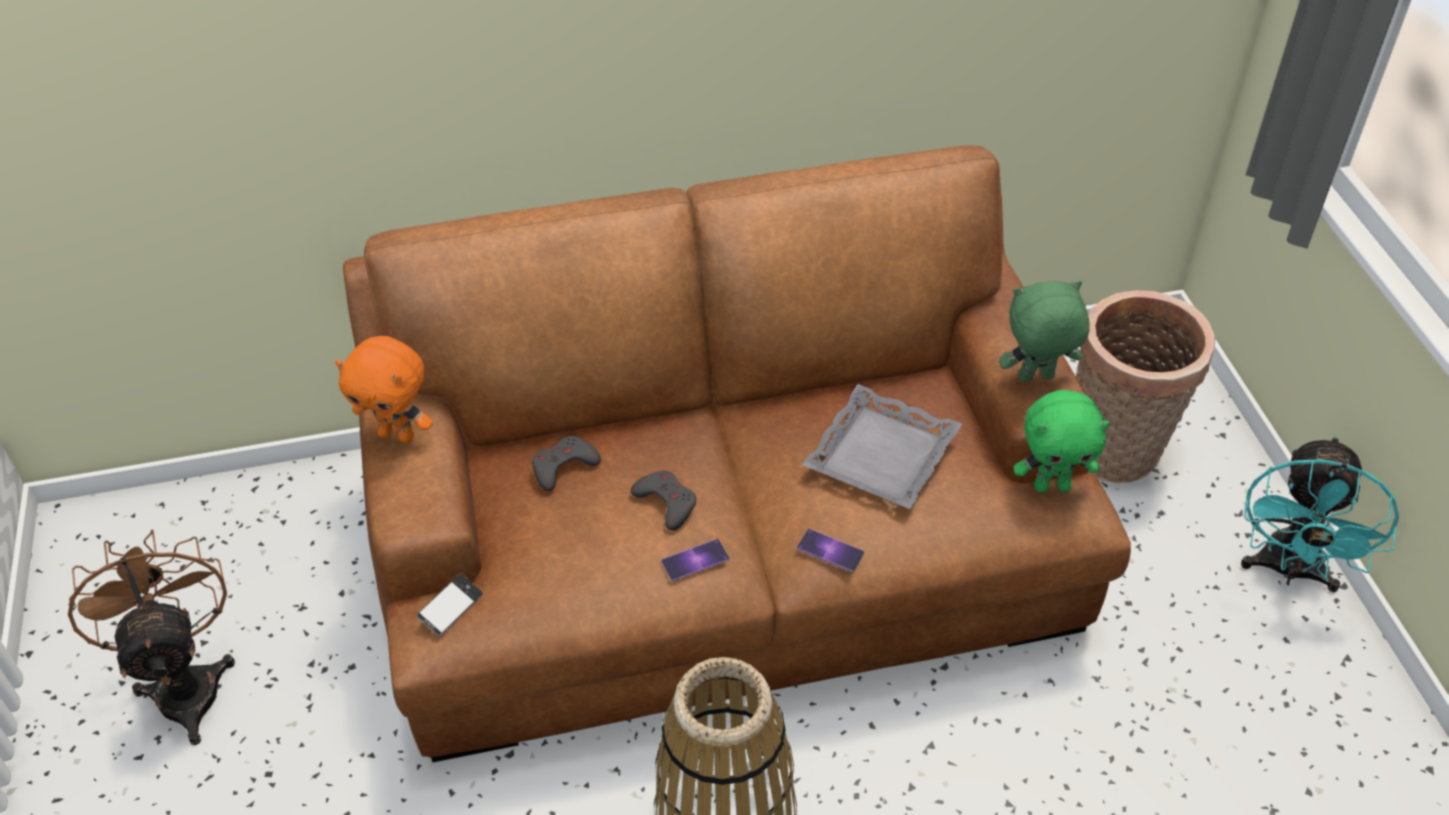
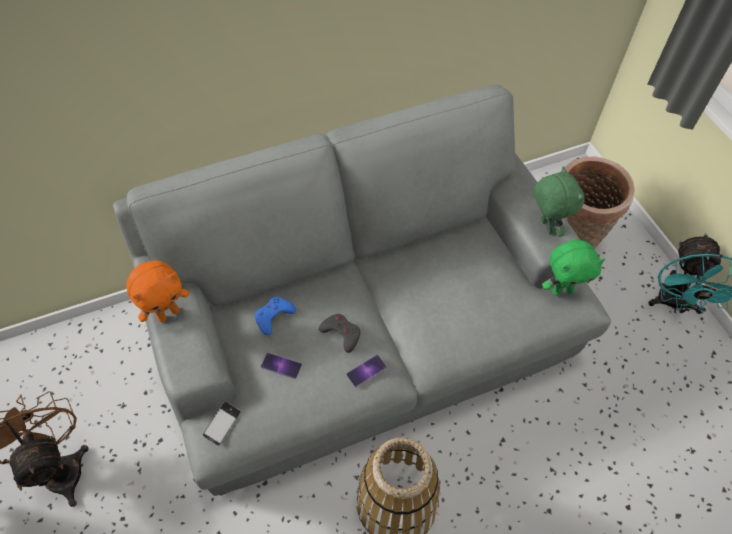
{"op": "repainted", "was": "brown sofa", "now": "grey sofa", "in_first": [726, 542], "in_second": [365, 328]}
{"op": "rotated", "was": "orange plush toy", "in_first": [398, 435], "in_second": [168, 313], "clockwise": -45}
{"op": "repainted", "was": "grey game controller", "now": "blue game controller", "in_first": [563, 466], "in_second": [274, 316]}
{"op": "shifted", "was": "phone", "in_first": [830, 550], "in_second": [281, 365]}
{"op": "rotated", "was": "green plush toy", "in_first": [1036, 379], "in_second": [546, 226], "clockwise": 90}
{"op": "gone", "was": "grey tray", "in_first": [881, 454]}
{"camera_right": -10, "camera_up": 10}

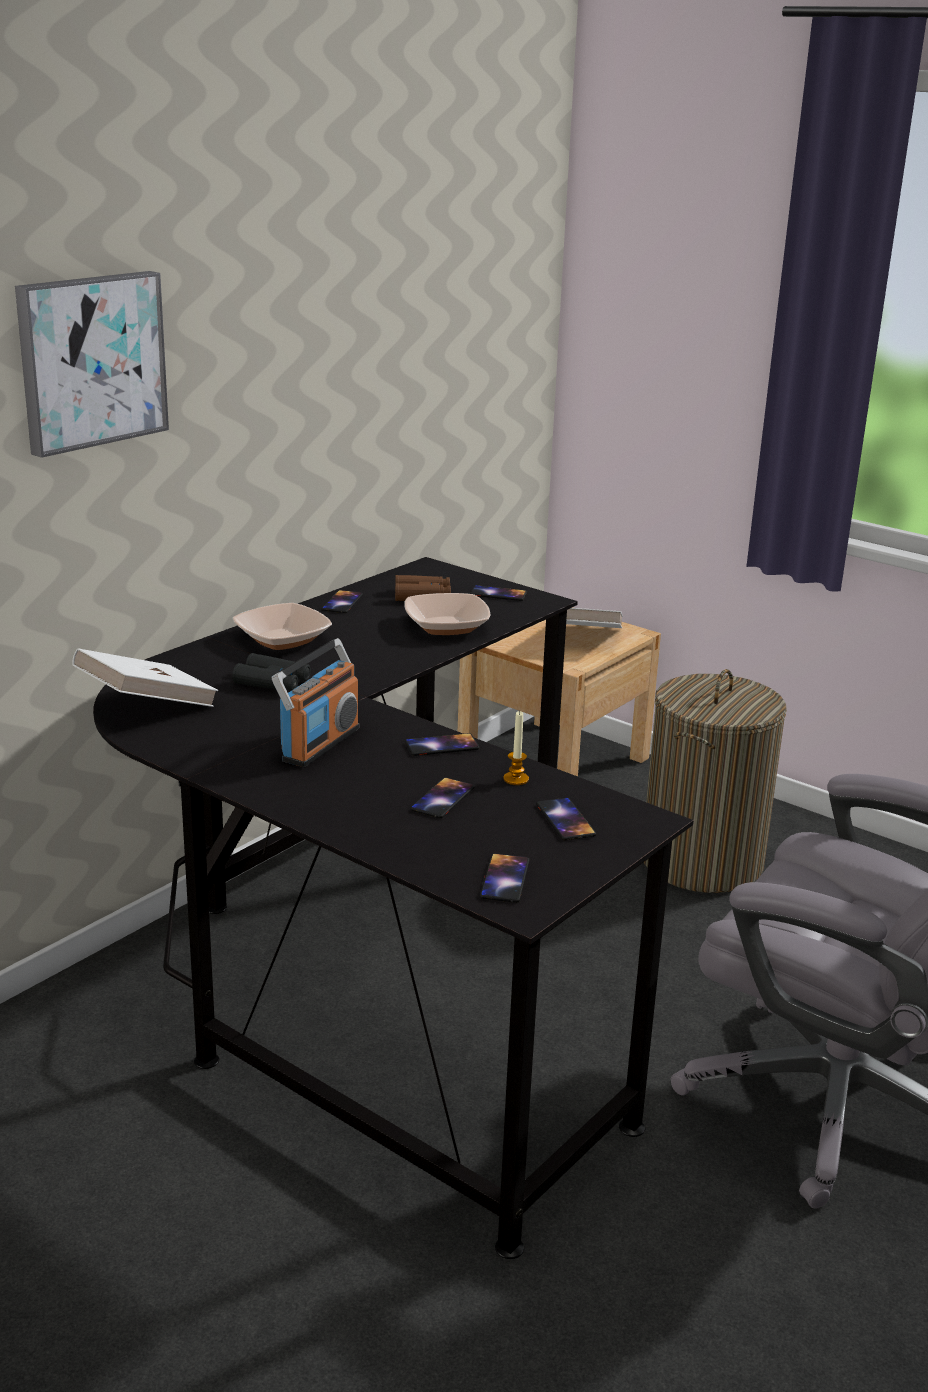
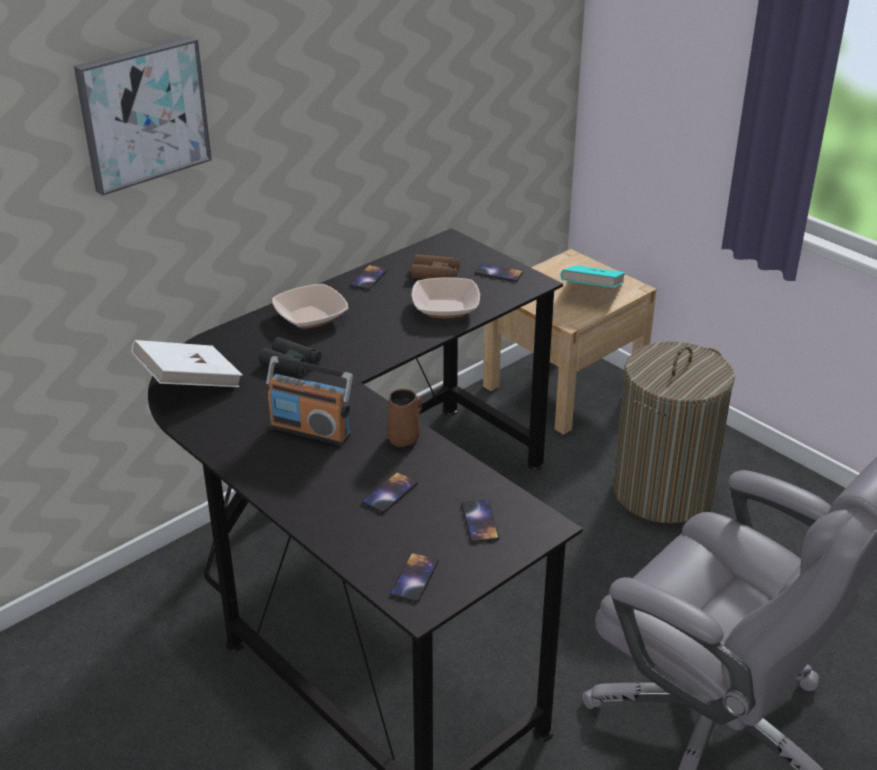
{"op": "rotated", "was": "radio", "in_first": [319, 744], "in_second": [310, 430], "clockwise": 75}
{"op": "swapped", "was": "phone", "now": "brown mug", "in_first": [441, 745], "in_second": [405, 437]}
{"op": "repainted", "was": "white book", "now": "turquoise book", "in_first": [587, 638], "in_second": [591, 292]}
{"op": "gone", "was": "candle", "in_first": [516, 779]}
{"camera_right": 10, "camera_up": 10}

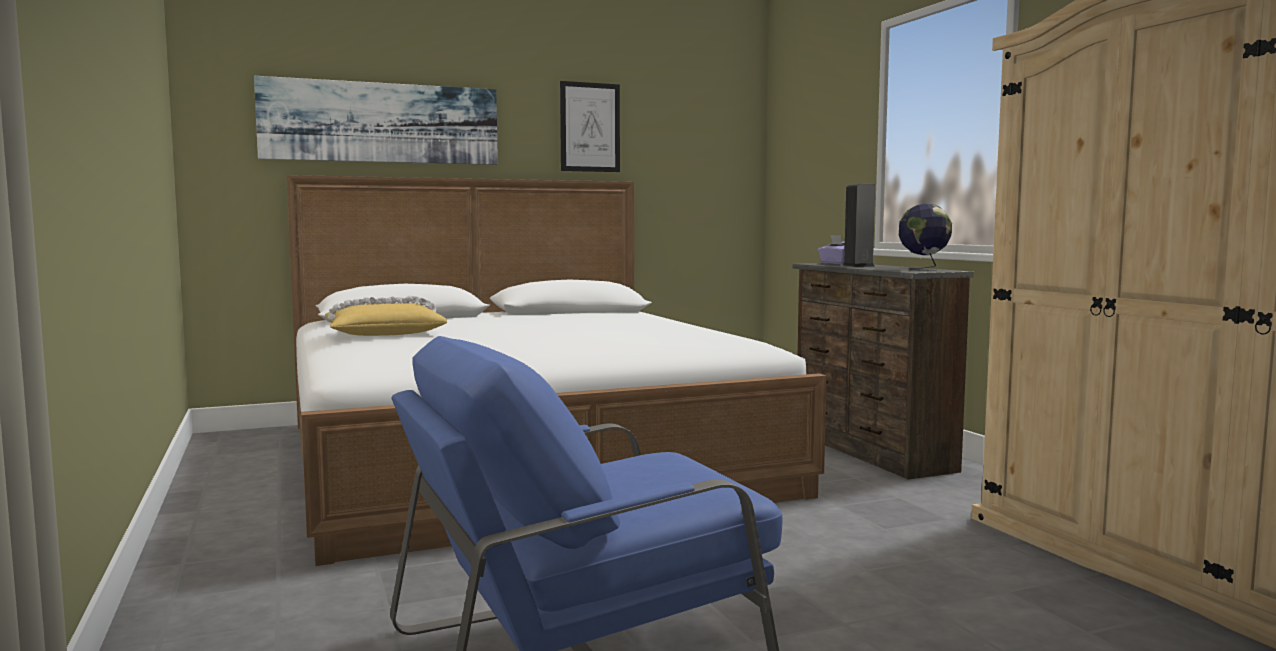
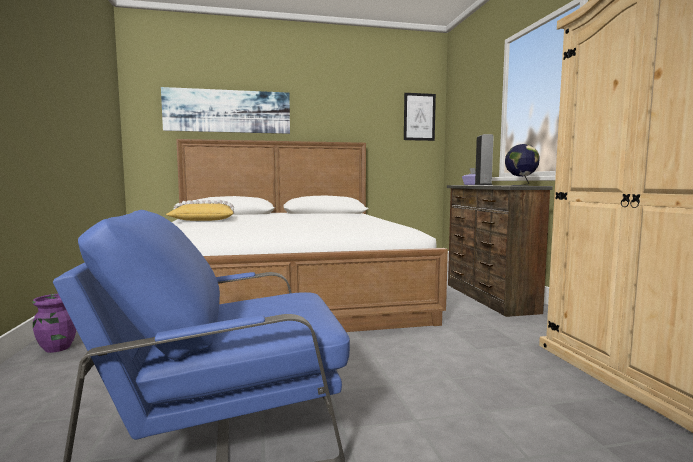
{"op": "new", "now": "purple vase", "in_second": [57, 348]}
{"op": "shifted", "was": "picture", "in_first": [590, 127], "in_second": [419, 117]}
{"camera_right": 10, "camera_up": 0}

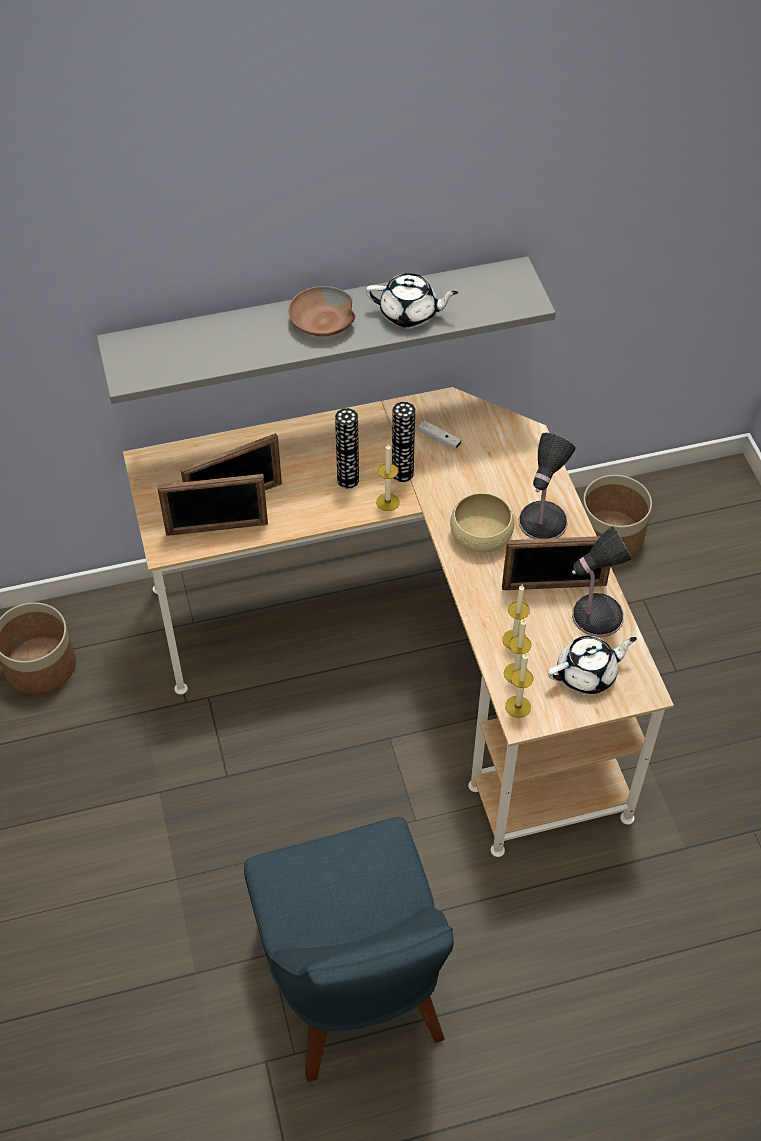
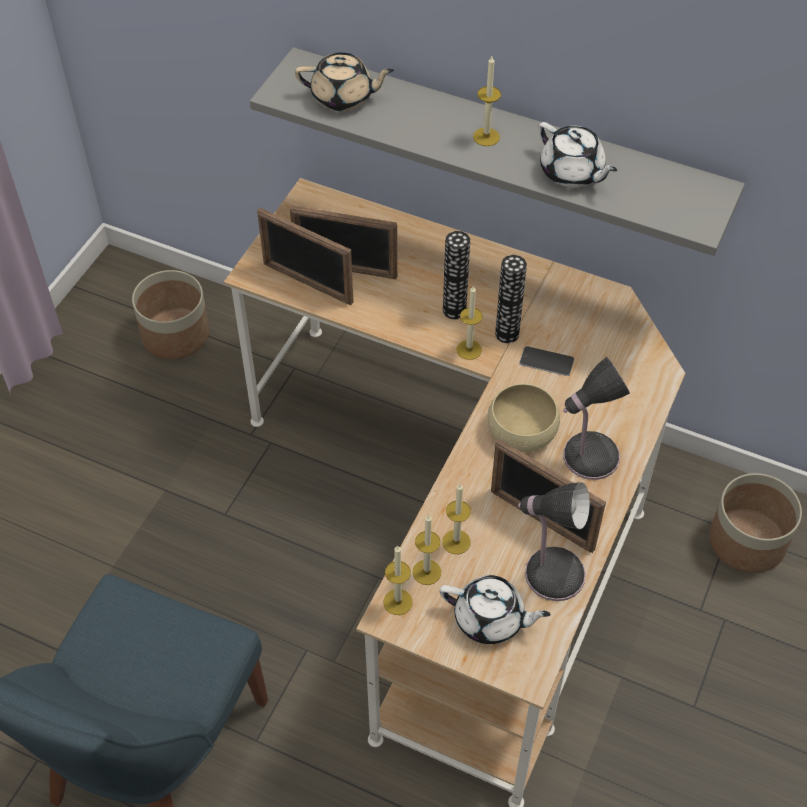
{"op": "new", "now": "beige teapot", "in_second": [343, 97]}
{"op": "swapped", "was": "brown bowl", "now": "candle", "in_first": [322, 322], "in_second": [486, 137]}
{"op": "new", "now": "phone", "in_second": [546, 361]}
{"op": "gone", "was": "white game controller", "in_first": [439, 439]}
{"camera_right": 40, "camera_up": 0}

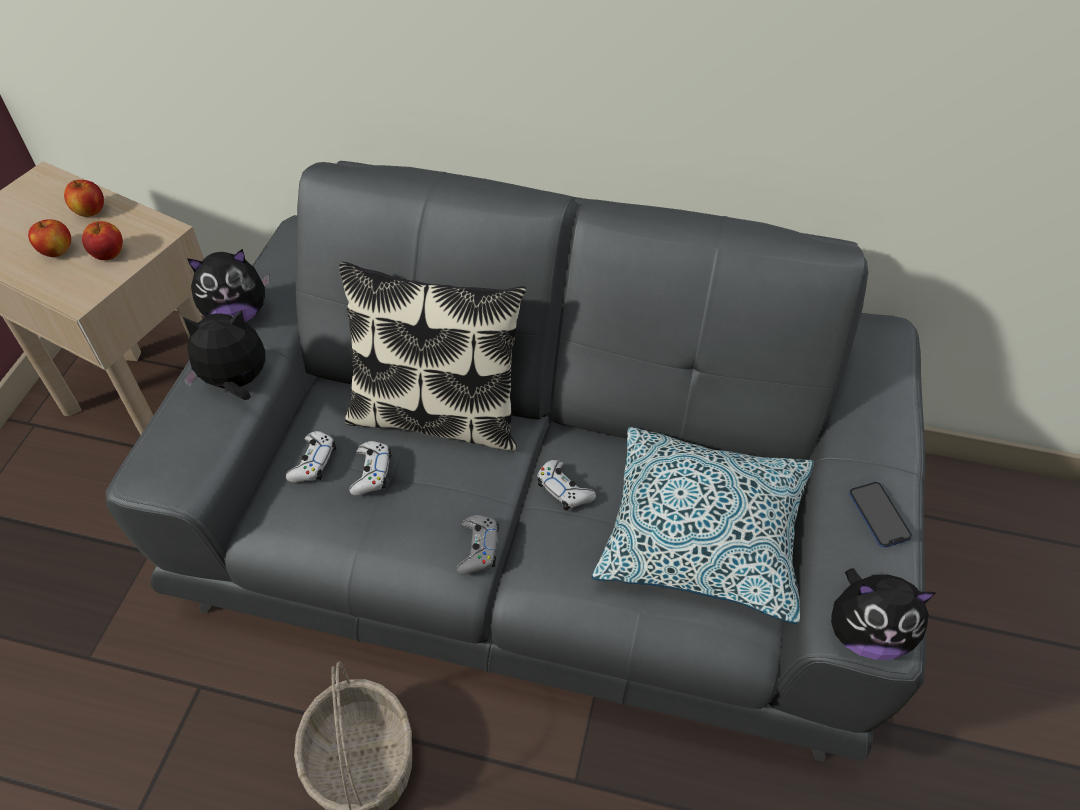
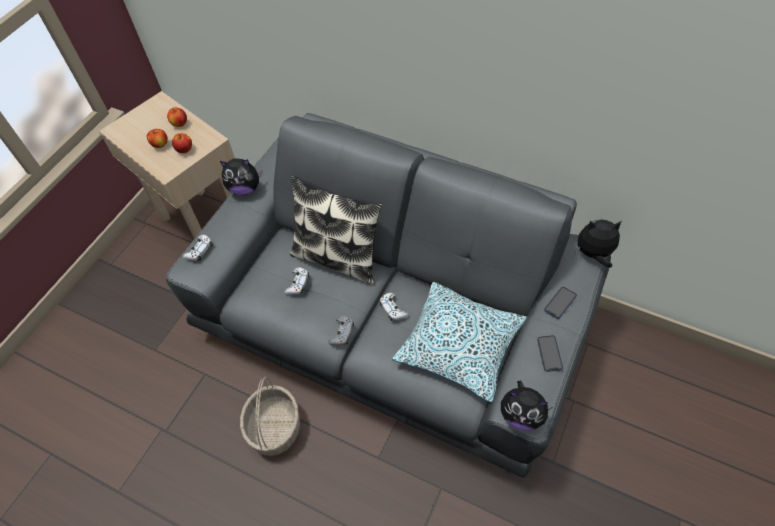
{"op": "shifted", "was": "white game controller", "in_first": [313, 462], "in_second": [199, 250]}
{"op": "new", "now": "phone", "in_second": [560, 303]}
{"op": "shifted", "was": "plush toy", "in_first": [236, 383], "in_second": [593, 254]}
{"camera_right": 15, "camera_up": 5}

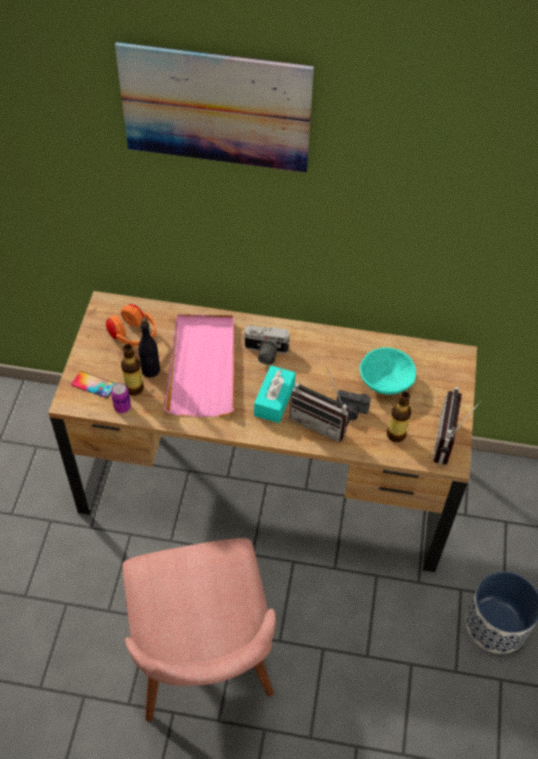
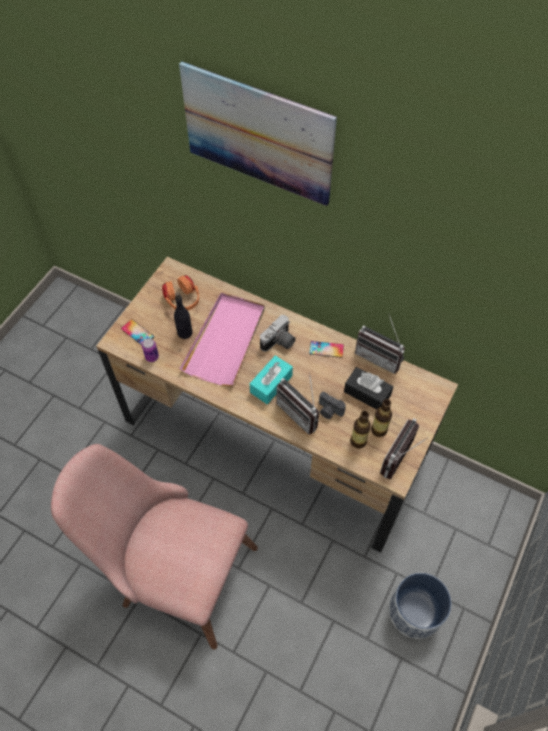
{"op": "rotated", "was": "pink chair", "in_first": [204, 668], "in_second": [173, 571], "clockwise": 105}
{"op": "rotated", "was": "photo camera", "in_first": [265, 353], "in_second": [279, 342], "clockwise": -75}
{"op": "new", "now": "phone", "in_second": [326, 349]}
{"op": "swapped", "was": "turquoise bowl", "now": "black tissue box", "in_first": [385, 382], "in_second": [367, 393]}
{"op": "new", "now": "radio", "in_second": [380, 356]}
{"op": "shifted", "was": "bottle", "in_first": [134, 388], "in_second": [379, 430]}
{"camera_right": 20, "camera_up": 5}

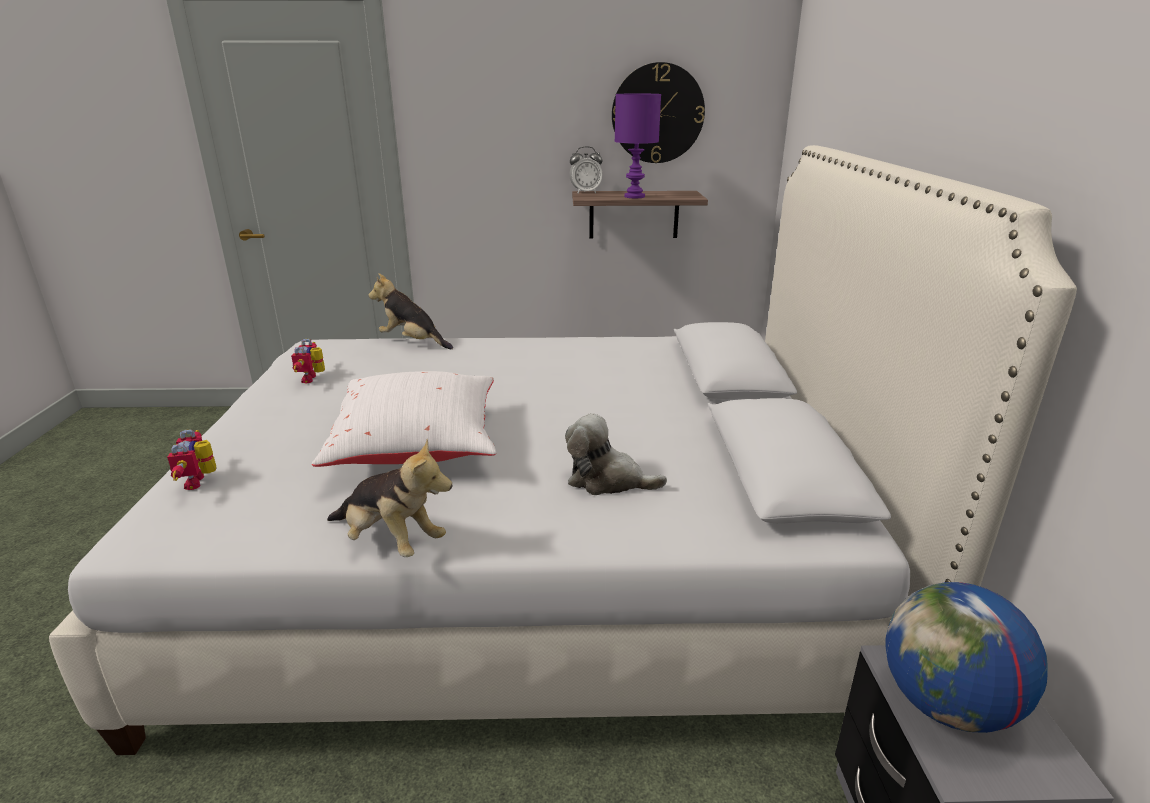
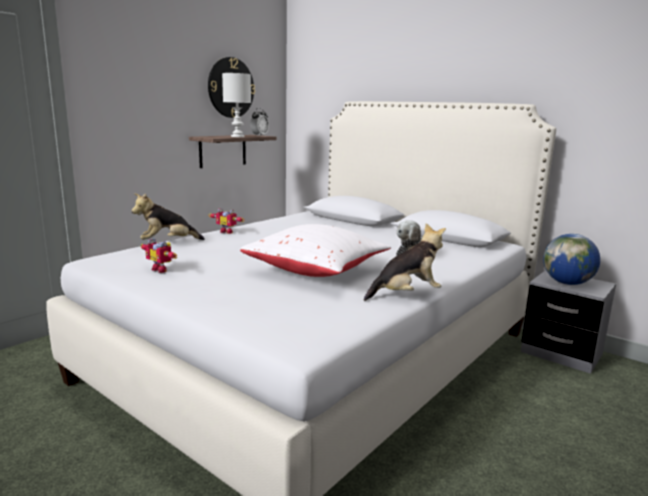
{"op": "shifted", "was": "toy robot", "in_first": [201, 481], "in_second": [228, 231]}
{"op": "repainted", "was": "purple table lamp", "now": "white table lamp", "in_first": [635, 196], "in_second": [237, 136]}
{"op": "shifted", "was": "alarm clock", "in_first": [585, 192], "in_second": [259, 136]}
{"camera_right": -50, "camera_up": -10}

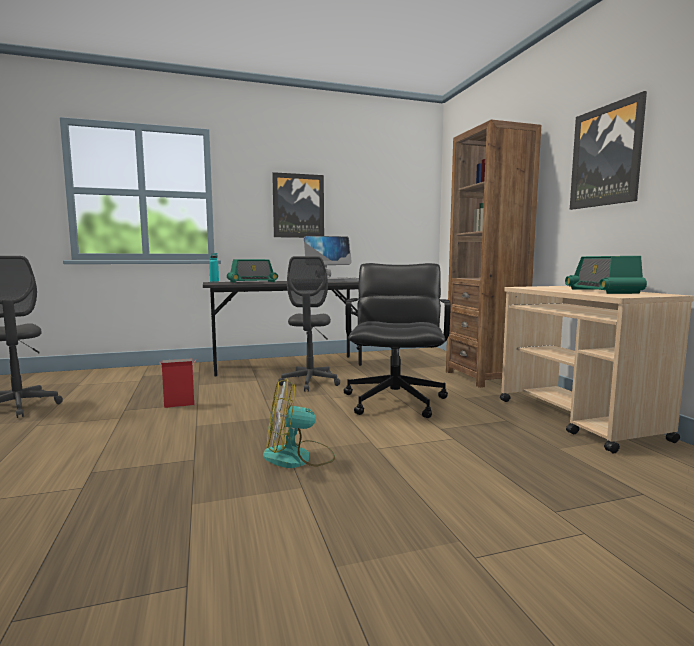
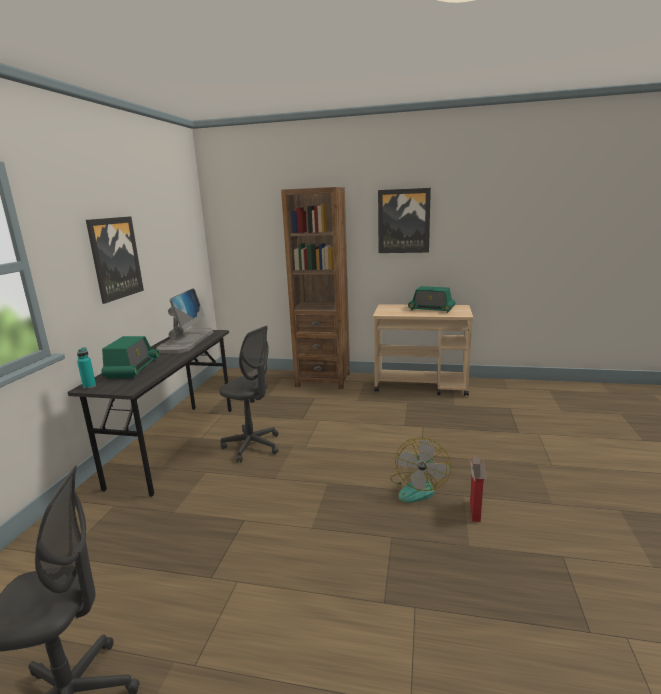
{"op": "shifted", "was": "cardboard box", "in_first": [180, 405], "in_second": [474, 511]}
{"op": "gone", "was": "black office chair", "in_first": [395, 401]}
{"camera_right": -60, "camera_up": 10}

